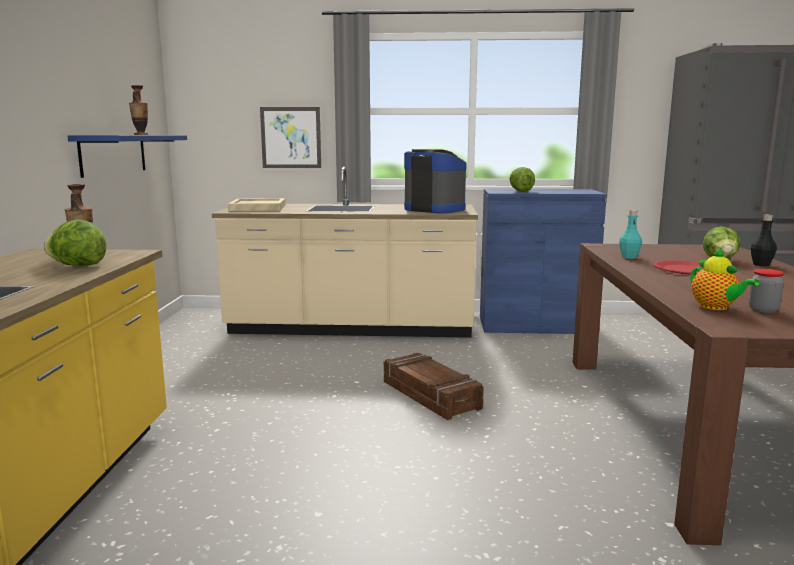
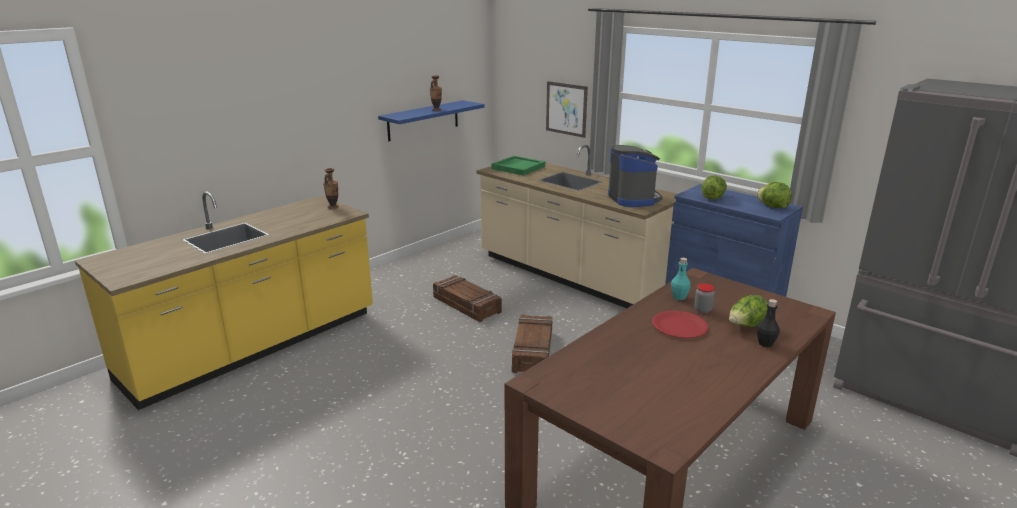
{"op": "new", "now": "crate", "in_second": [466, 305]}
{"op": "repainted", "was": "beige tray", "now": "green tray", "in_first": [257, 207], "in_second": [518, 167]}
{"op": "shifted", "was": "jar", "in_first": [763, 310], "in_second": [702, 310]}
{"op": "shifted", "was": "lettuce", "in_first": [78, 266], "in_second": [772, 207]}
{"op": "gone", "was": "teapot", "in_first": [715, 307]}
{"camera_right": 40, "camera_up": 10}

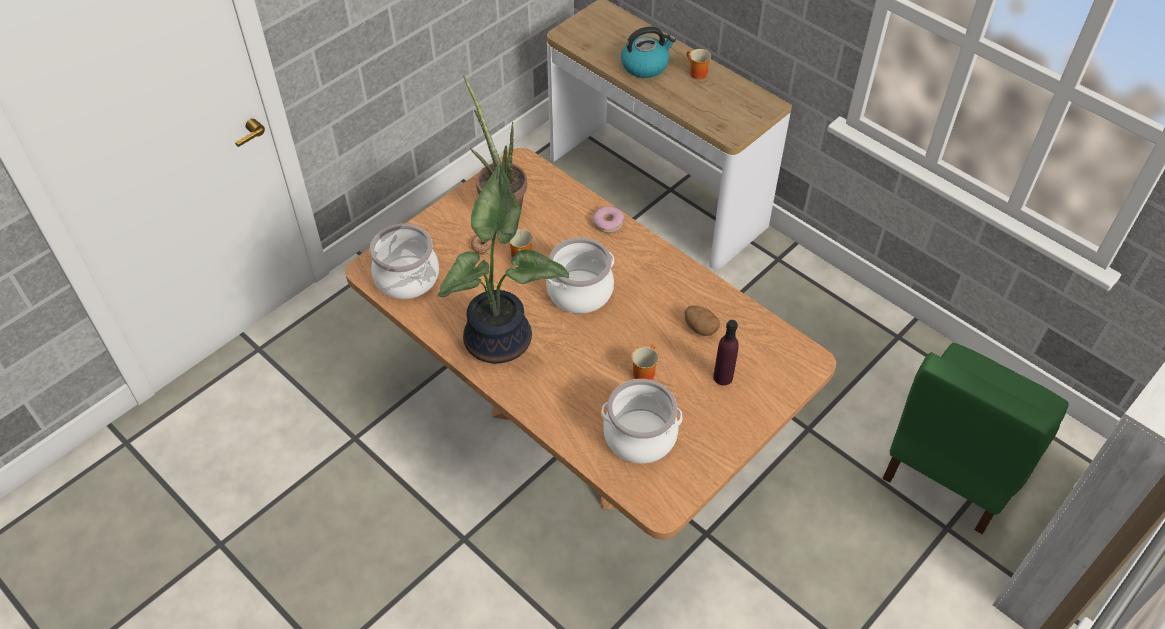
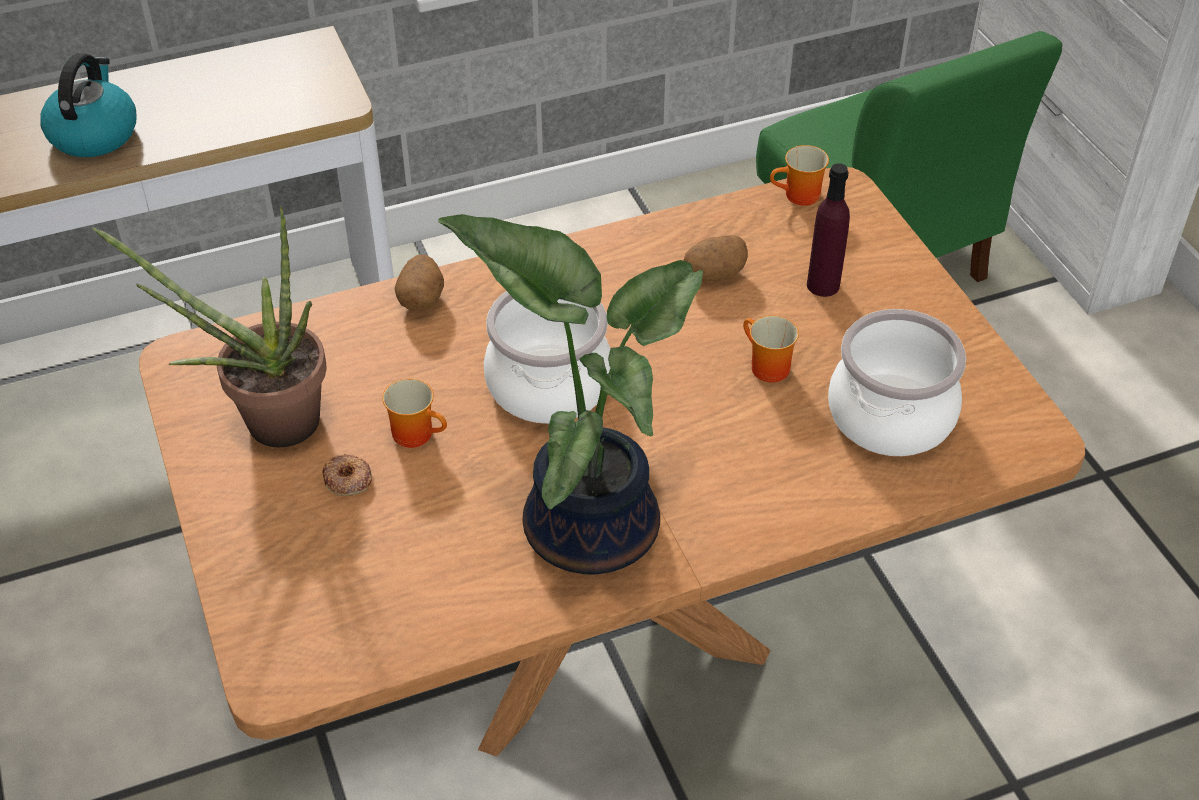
{"op": "swapped", "was": "donut", "now": "potato", "in_first": [608, 223], "in_second": [421, 299]}
{"op": "shifted", "was": "mug", "in_first": [696, 73], "in_second": [799, 197]}
{"op": "gone", "was": "cooking pot", "in_first": [406, 278]}
{"camera_right": -65, "camera_up": -5}

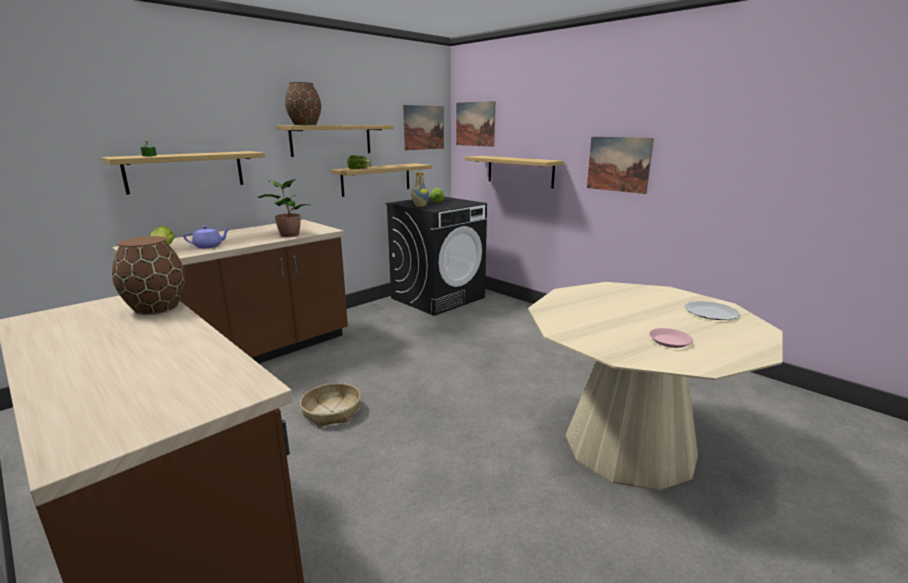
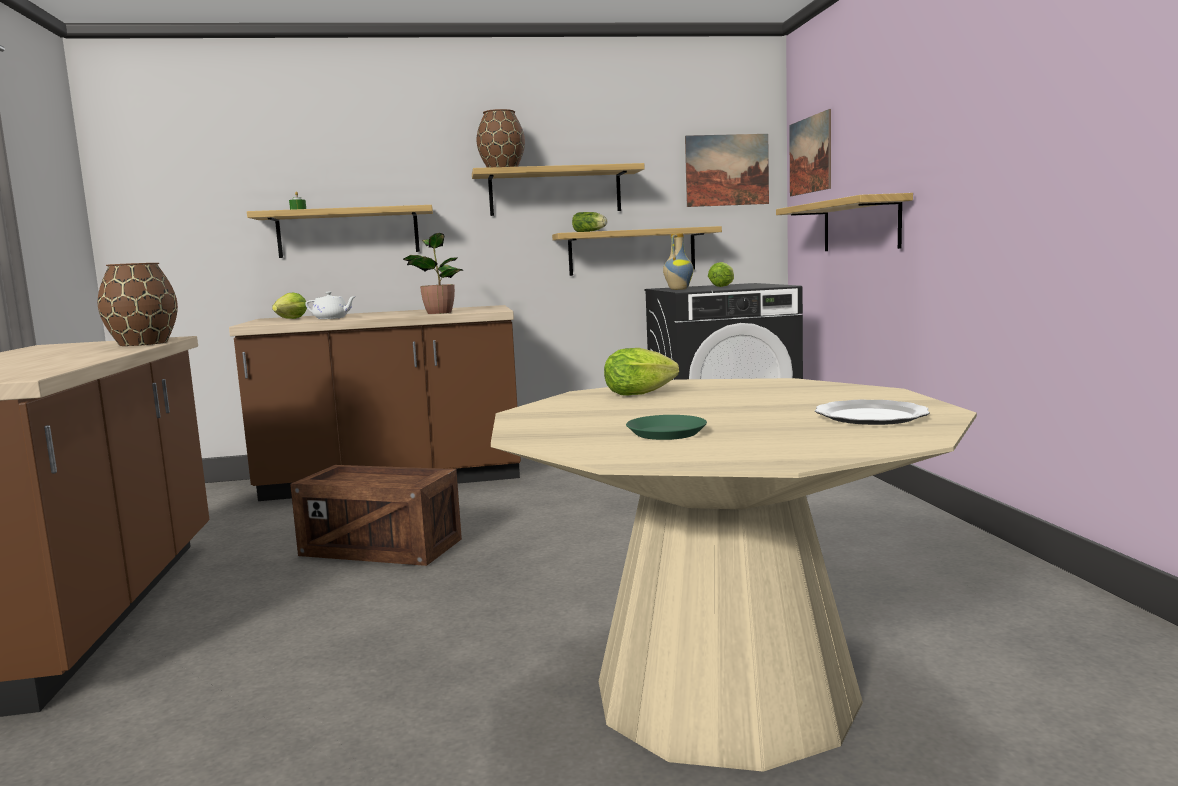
{"op": "swapped", "was": "basket", "now": "crate", "in_first": [332, 412], "in_second": [380, 549]}
{"op": "repainted", "was": "purple teapot", "now": "white teapot", "in_first": [209, 246], "in_second": [332, 318]}
{"op": "new", "now": "lettuce", "in_second": [643, 394]}
{"op": "repainted", "was": "pink plate", "now": "green plate", "in_first": [670, 341], "in_second": [666, 433]}
{"op": "gone", "was": "picture", "in_first": [618, 164]}
{"camera_right": 35, "camera_up": -10}

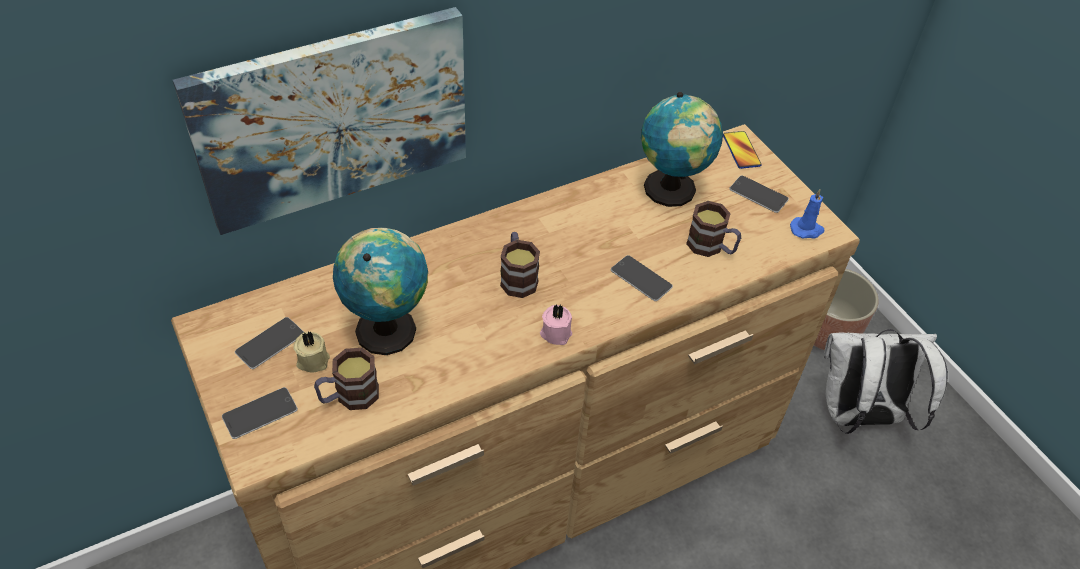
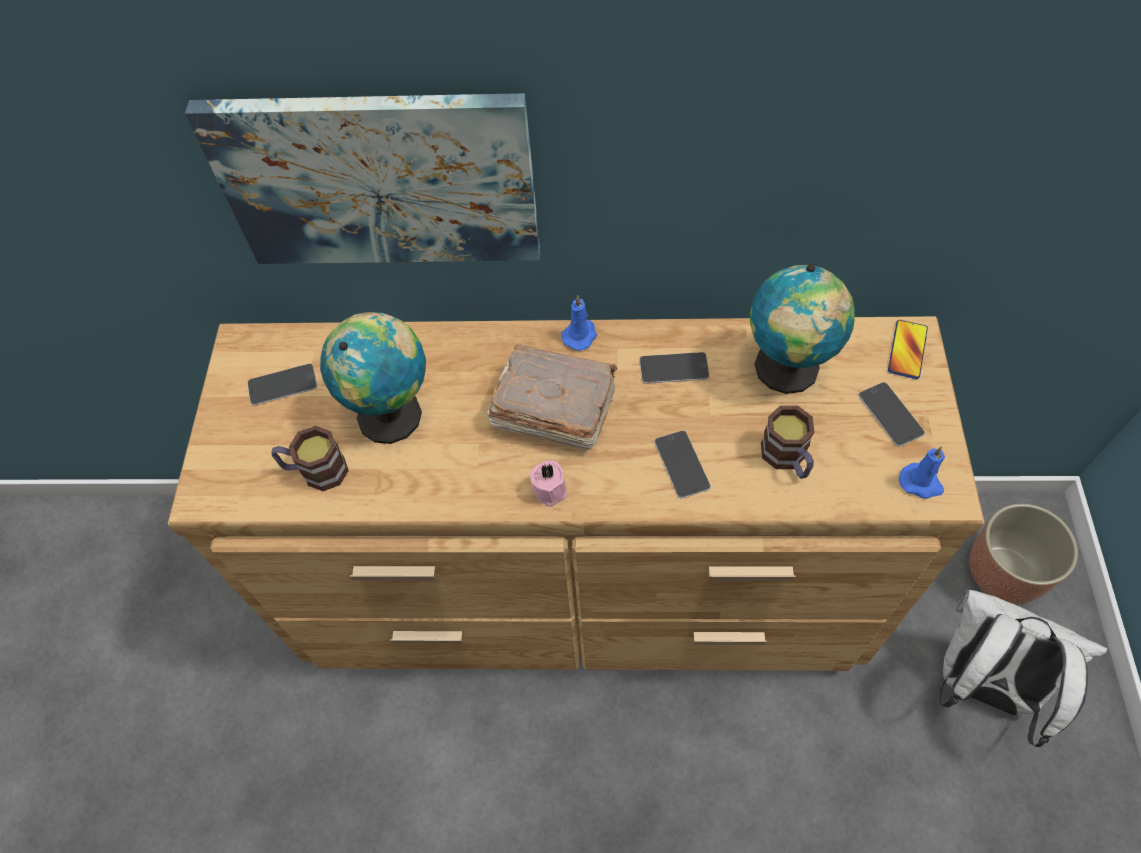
{"op": "swapped", "was": "mug", "now": "brown book", "in_first": [517, 276], "in_second": [552, 408]}
{"op": "new", "now": "blue candle", "in_second": [580, 335]}
{"op": "shifted", "was": "phone", "in_first": [260, 413], "in_second": [674, 368]}
{"op": "gone", "was": "beige candle", "in_first": [312, 359]}
{"camera_right": 35, "camera_up": 10}

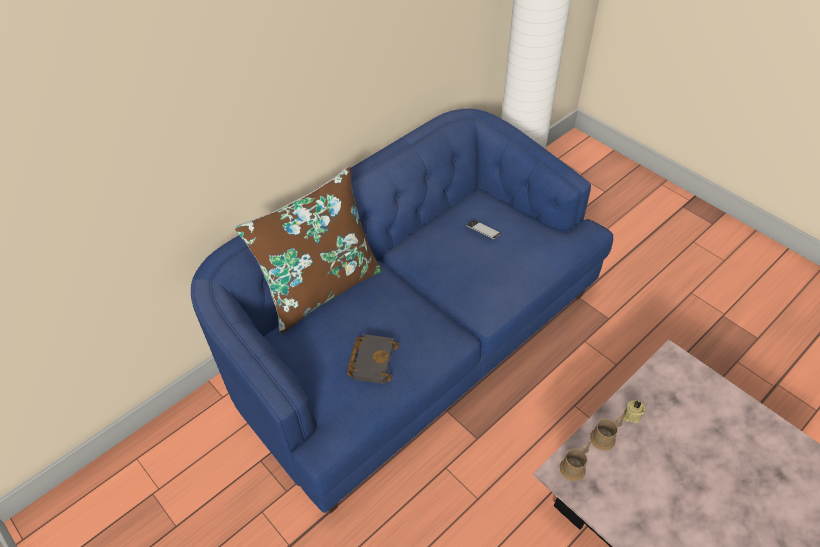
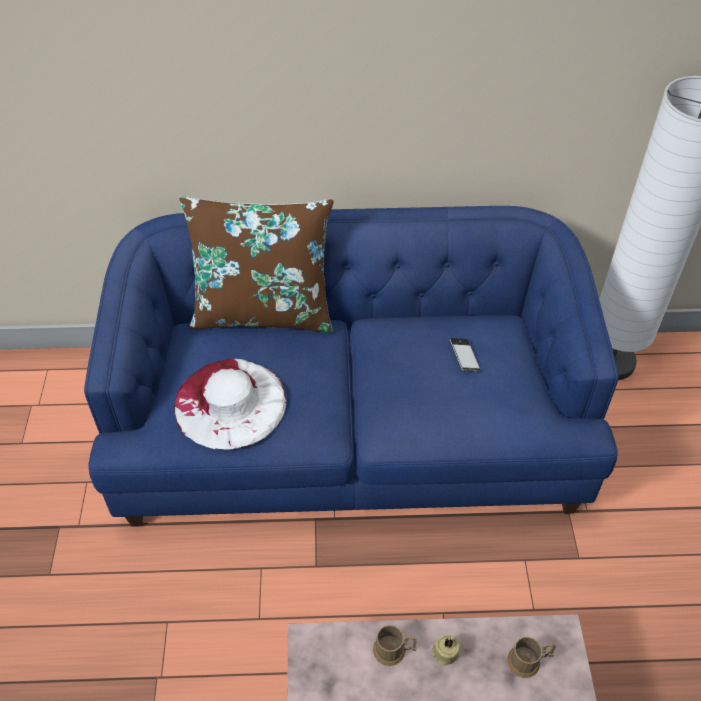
{"op": "swapped", "was": "black book", "now": "white hat", "in_first": [371, 360], "in_second": [230, 403]}
{"op": "shifted", "was": "brown mug", "in_first": [575, 466], "in_second": [528, 661]}
{"camera_right": 40, "camera_up": 0}

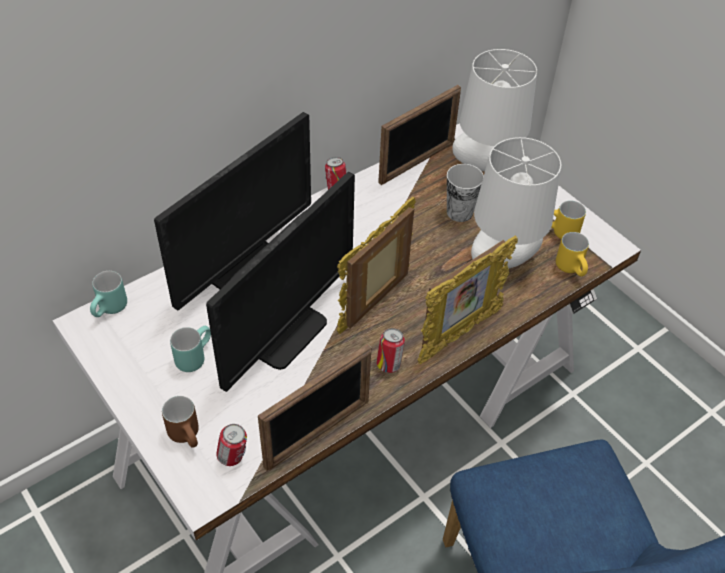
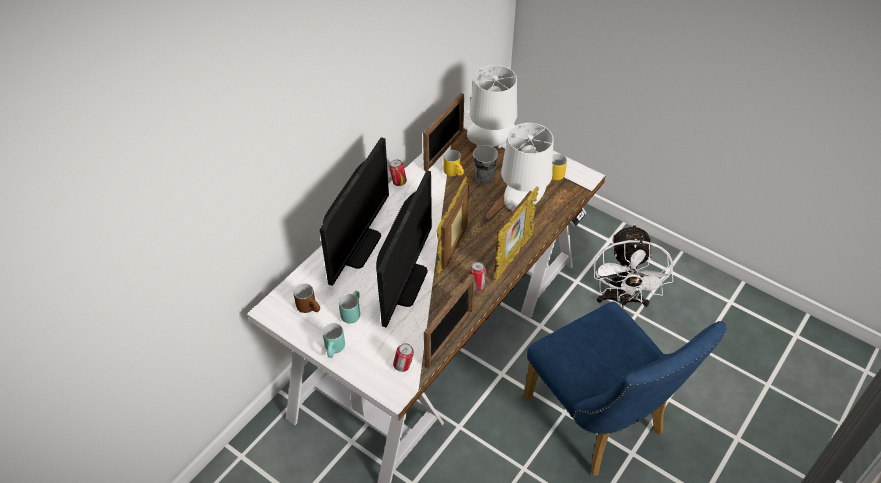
{"op": "shifted", "was": "brown mug", "in_first": [188, 435], "in_second": [310, 307]}
{"op": "shifted", "was": "turquoise mug", "in_first": [111, 310], "in_second": [335, 350]}
{"op": "shifted", "was": "yellow mug", "in_first": [573, 269], "in_second": [455, 173]}
{"op": "new", "now": "white fan", "in_second": [622, 299]}
{"camera_right": -15, "camera_up": 0}

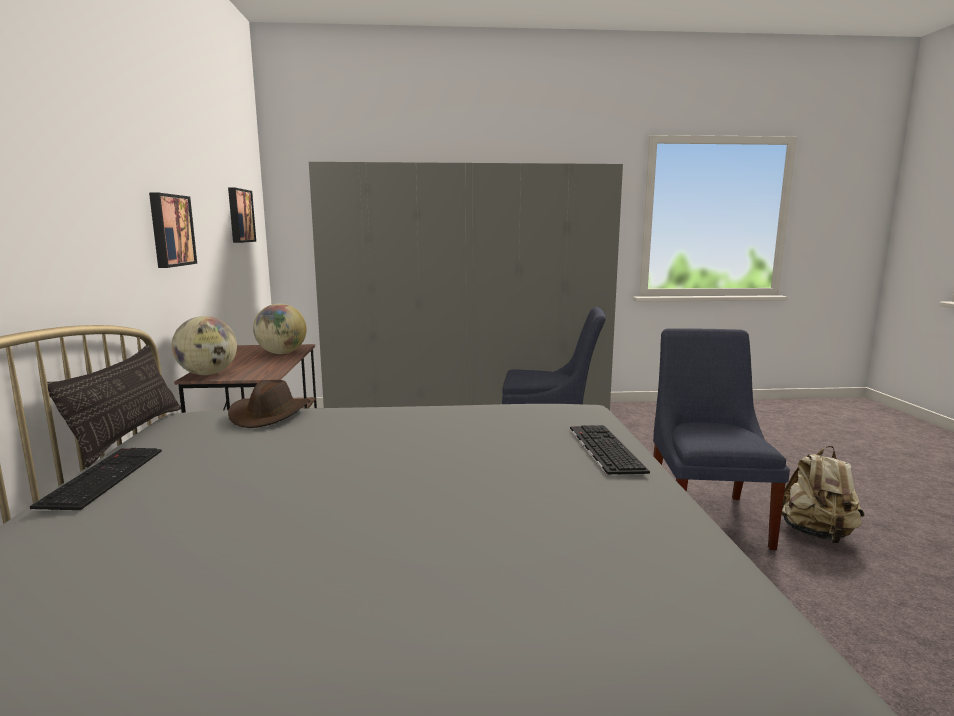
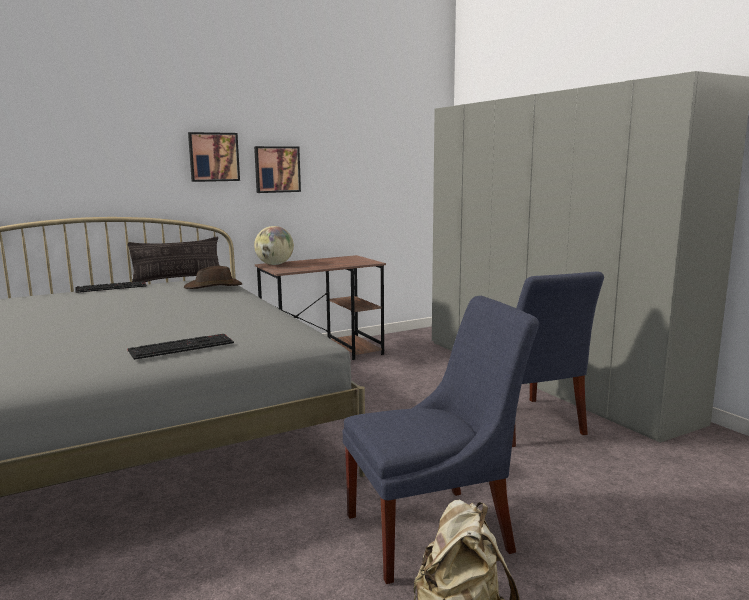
{"op": "shifted", "was": "picture", "in_first": [239, 215], "in_second": [213, 157]}
{"op": "gone", "was": "globe", "in_first": [281, 353]}
{"camera_right": 65, "camera_up": 0}

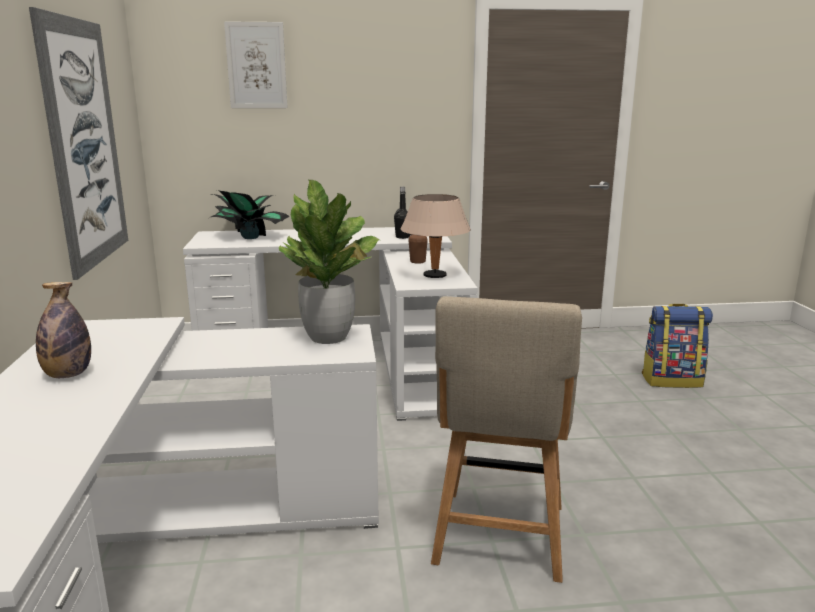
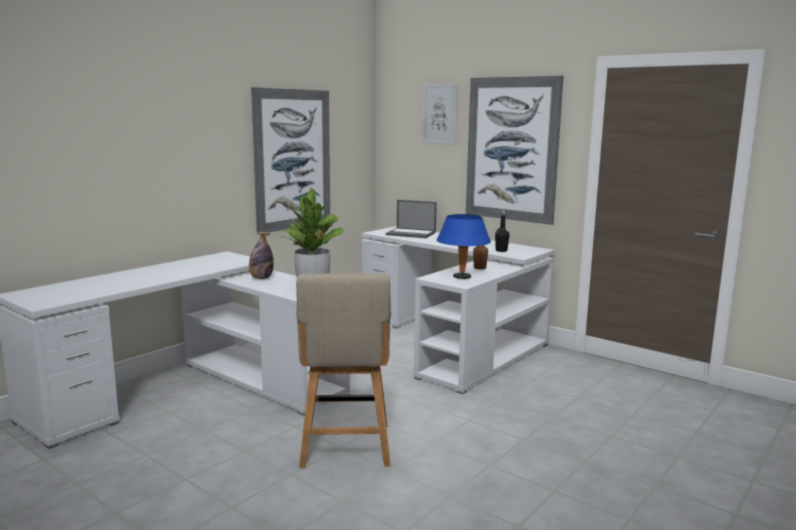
{"op": "shifted", "was": "bottle", "in_first": [68, 375], "in_second": [261, 278]}
{"op": "rotated", "was": "beige chair", "in_first": [499, 539], "in_second": [345, 448], "clockwise": -60}
{"op": "swapped", "was": "potted plant", "now": "laptop", "in_first": [250, 237], "in_second": [411, 234]}
{"op": "repainted", "was": "beige table lamp", "now": "blue table lamp", "in_first": [434, 276], "in_second": [461, 277]}
{"op": "new", "now": "picture", "in_second": [511, 149]}
{"op": "gone", "was": "backpack", "in_first": [672, 380]}
{"camera_right": 45, "camera_up": -5}

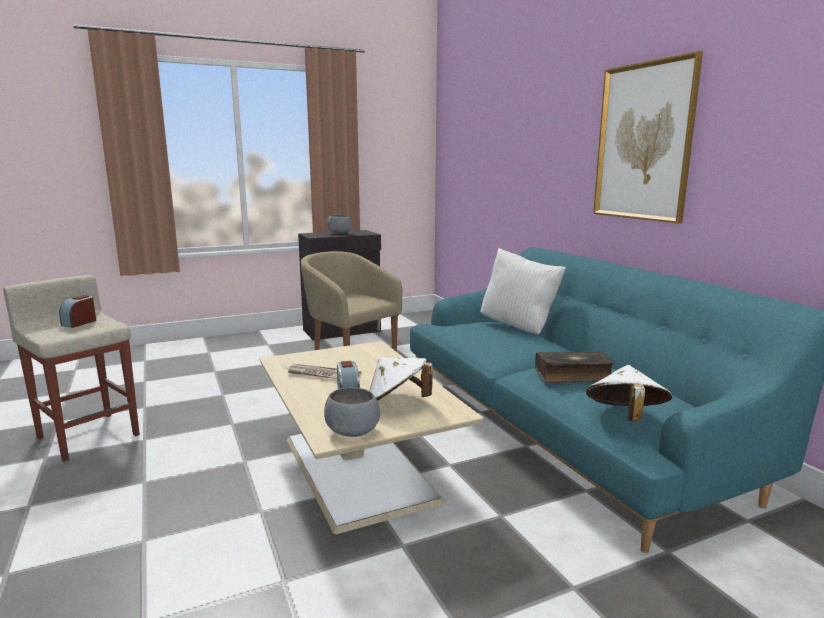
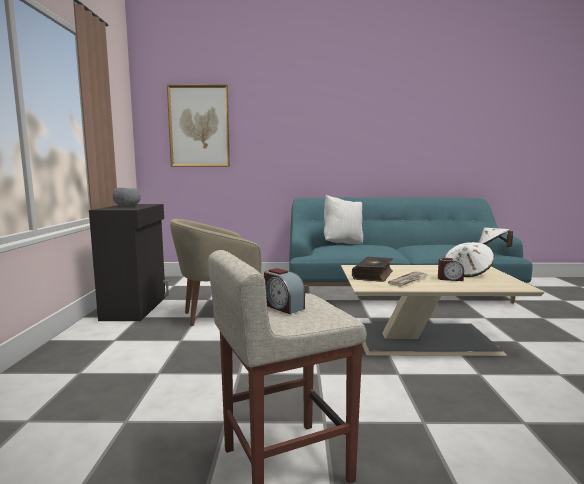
{"op": "shifted", "was": "picture", "in_first": [644, 142], "in_second": [199, 126]}
{"op": "shifted", "was": "book", "in_first": [573, 375], "in_second": [374, 275]}
{"op": "gone", "was": "grey bowl", "in_first": [353, 432]}
{"camera_right": -65, "camera_up": -5}

